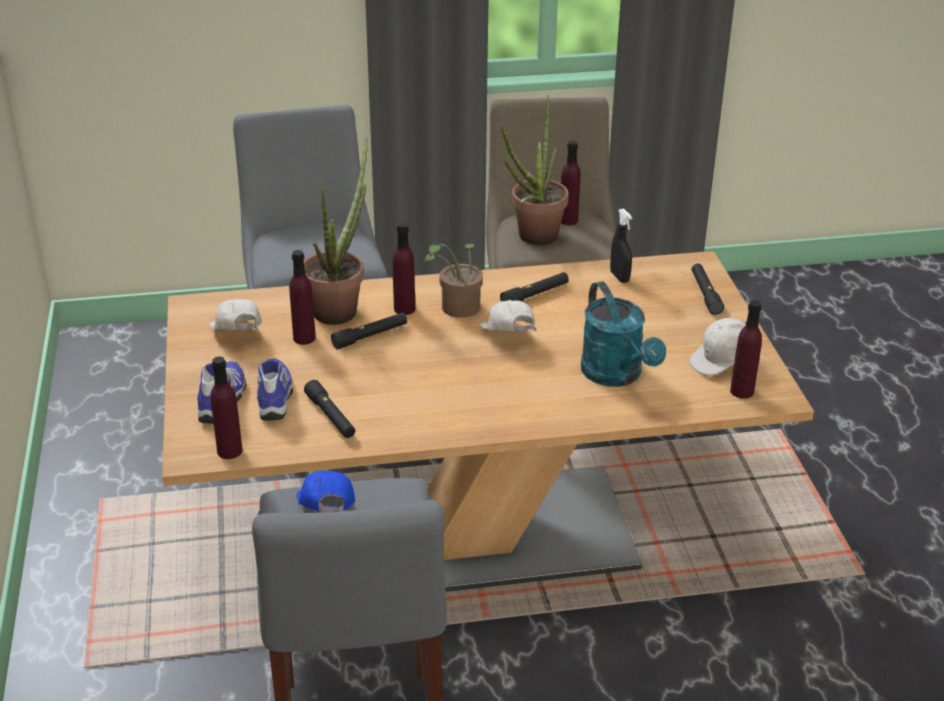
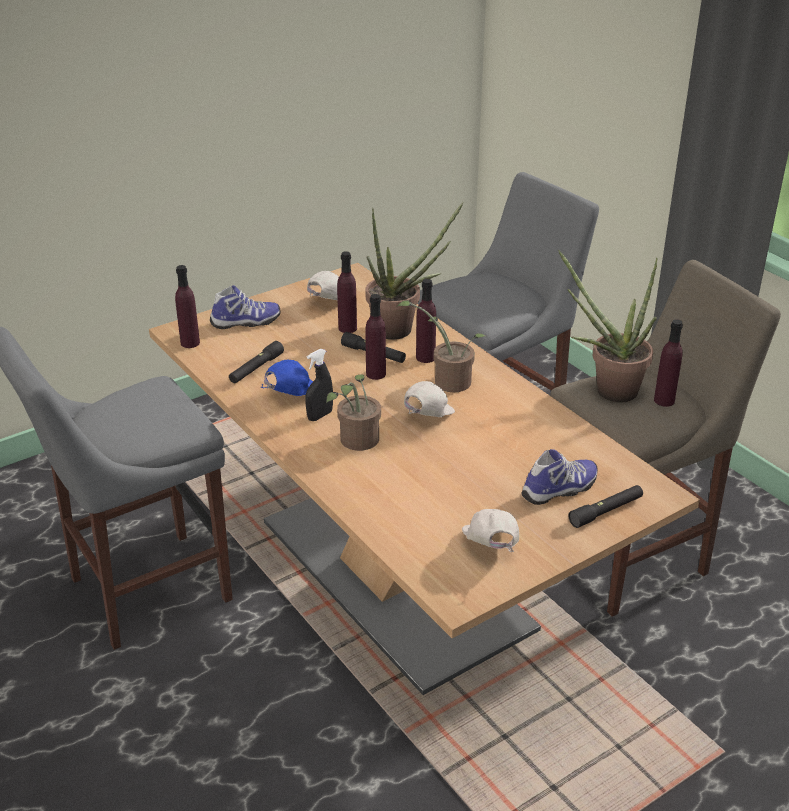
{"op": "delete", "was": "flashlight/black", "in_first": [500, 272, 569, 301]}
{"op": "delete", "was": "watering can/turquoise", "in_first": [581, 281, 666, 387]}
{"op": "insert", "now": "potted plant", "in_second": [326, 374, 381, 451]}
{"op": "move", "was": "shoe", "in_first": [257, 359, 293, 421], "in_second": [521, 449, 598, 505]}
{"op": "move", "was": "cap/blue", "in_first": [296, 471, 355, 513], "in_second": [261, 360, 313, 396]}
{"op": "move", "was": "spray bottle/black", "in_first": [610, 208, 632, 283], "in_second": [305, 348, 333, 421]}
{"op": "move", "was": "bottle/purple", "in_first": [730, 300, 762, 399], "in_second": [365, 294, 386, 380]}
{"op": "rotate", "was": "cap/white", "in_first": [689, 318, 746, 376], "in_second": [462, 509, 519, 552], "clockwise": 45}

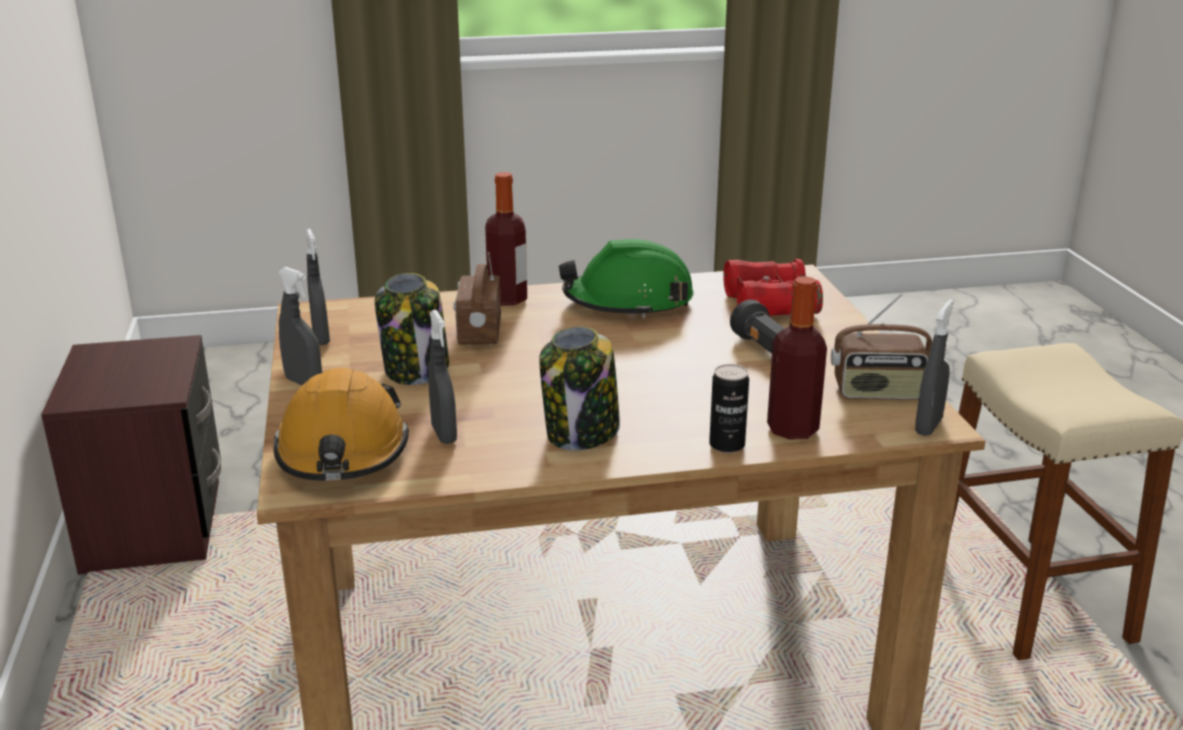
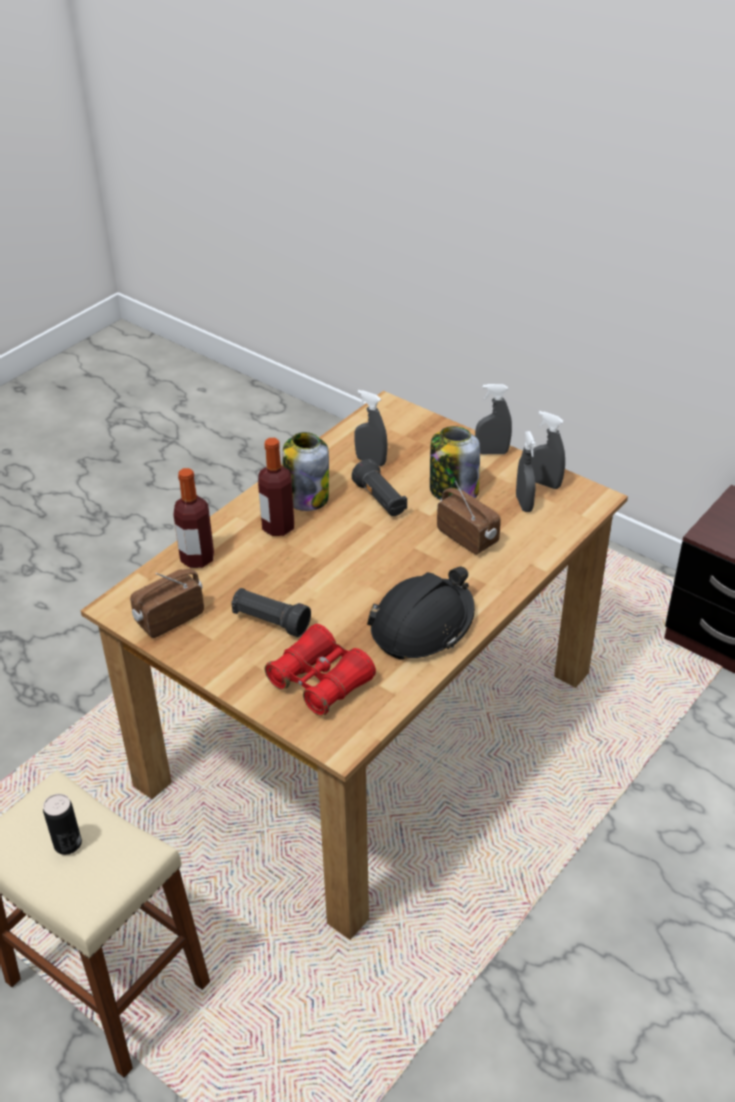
{"op": "delete", "was": "hard hat/orange", "in_first": [274, 368, 409, 481]}
{"op": "insert", "now": "flashlight/black", "in_second": [352, 459, 407, 516]}
{"op": "move", "was": "bottle", "in_first": [485, 172, 527, 306], "in_second": [258, 438, 294, 536]}
{"op": "move", "was": "can", "in_first": [709, 364, 749, 453], "in_second": [43, 794, 82, 855]}
{"op": "move", "was": "spray bottle/grey", "in_first": [915, 299, 954, 436], "in_second": [516, 431, 536, 512]}
{"op": "recolor", "was": "hard hat/green", "now": "hard hat/black", "in_first": [559, 239, 693, 318], "in_second": [367, 566, 475, 660]}

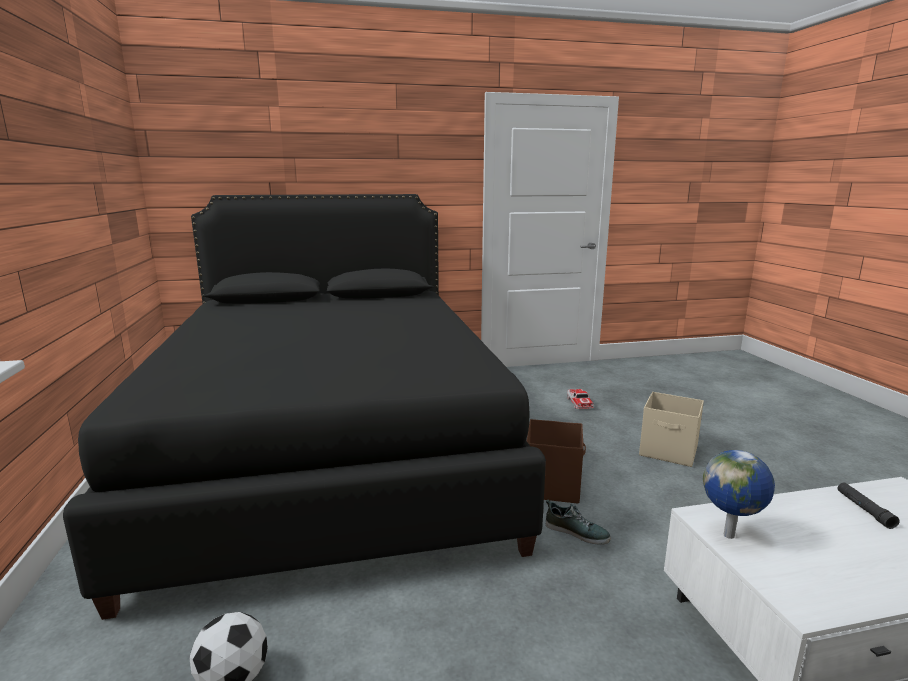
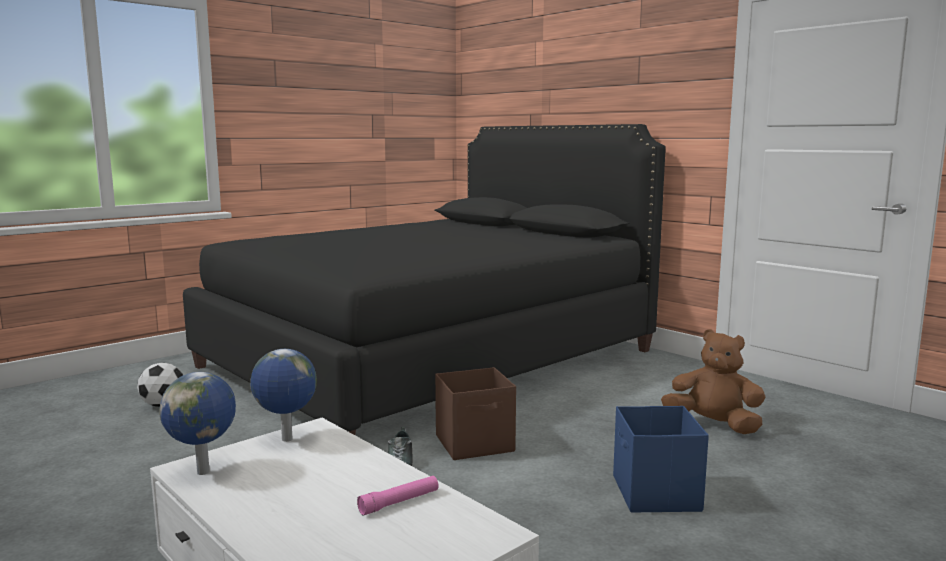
{"op": "insert", "now": "globe", "in_second": [159, 372, 236, 475]}
{"op": "replace", "was": "toy car", "now": "plush toy/brown", "in_first": [567, 389, 594, 409], "in_second": [661, 329, 765, 434]}
{"op": "recolor", "was": "storage box/beige", "now": "storage box/blue", "in_first": [639, 392, 704, 467], "in_second": [613, 406, 709, 512]}
{"op": "recolor", "was": "flashlight/black", "now": "flashlight/pink", "in_first": [837, 483, 900, 529], "in_second": [357, 476, 438, 515]}

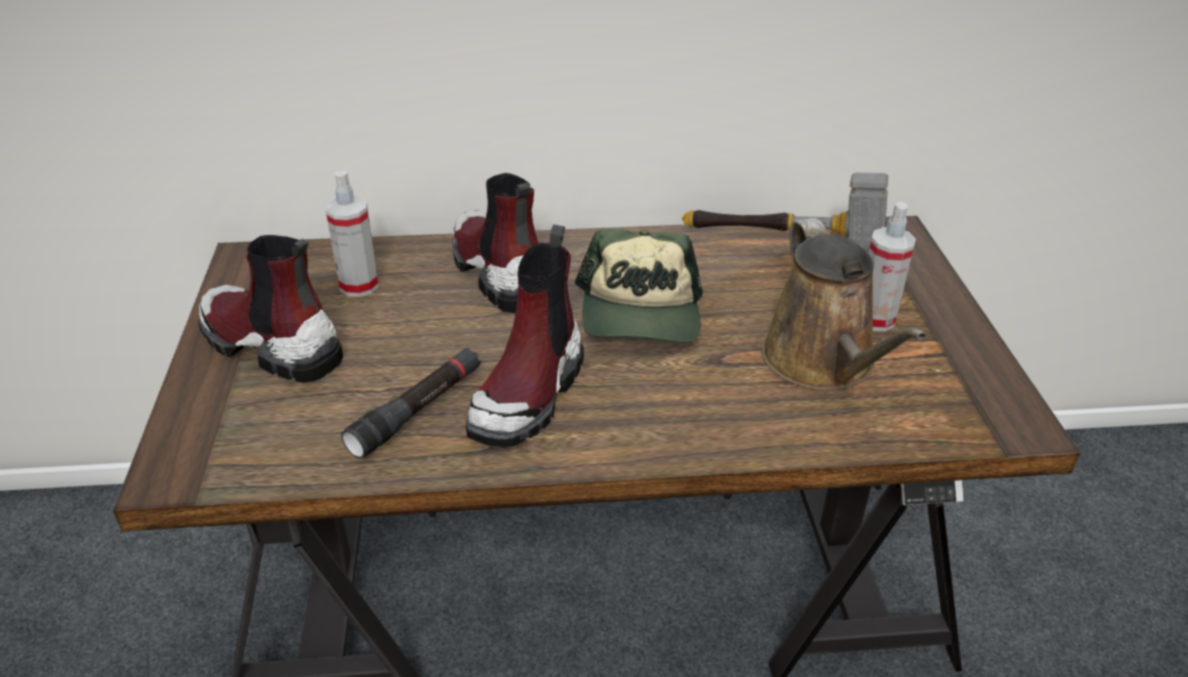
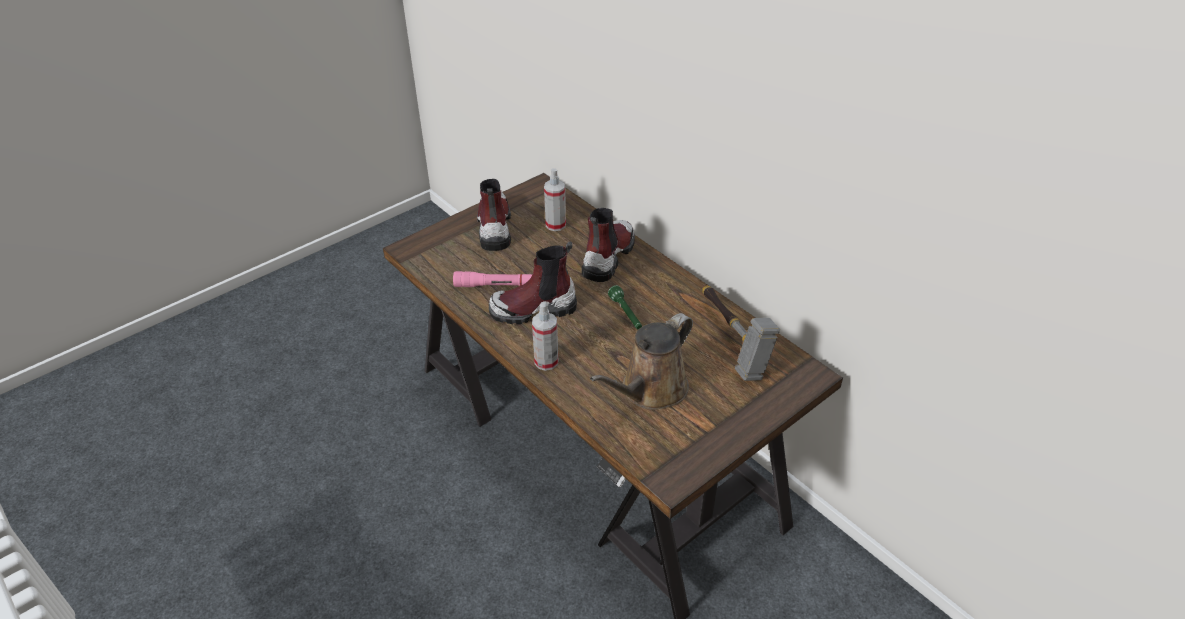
{"op": "move", "was": "spray bottle", "in_first": [869, 202, 916, 331], "in_second": [532, 302, 558, 371]}
{"op": "replace", "was": "cap", "now": "flashlight/green", "in_first": [575, 229, 703, 343], "in_second": [608, 285, 642, 329]}
{"op": "recolor", "was": "flashlight/black", "now": "flashlight/pink", "in_first": [341, 348, 481, 459], "in_second": [453, 271, 532, 287]}

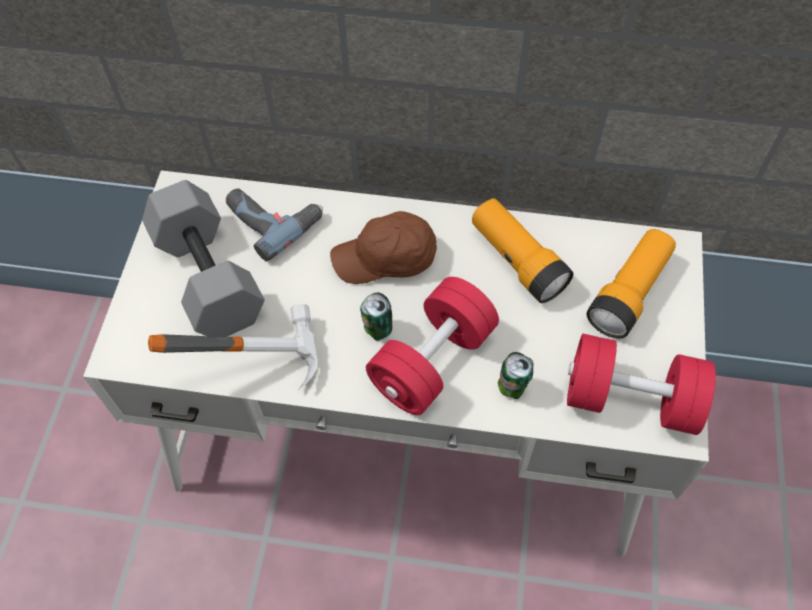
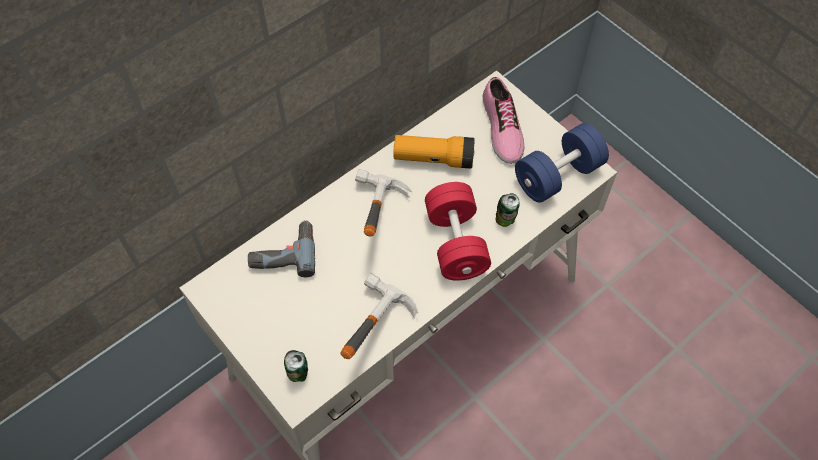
{"op": "delete", "was": "dumbbell/grey", "in_first": [142, 180, 265, 337]}
{"op": "move", "was": "can", "in_first": [360, 292, 392, 341], "in_second": [284, 350, 308, 382]}
{"op": "replace", "was": "cap/brown", "now": "hammer", "in_first": [330, 211, 437, 284], "in_second": [355, 169, 412, 237]}
{"op": "replace", "was": "flashlight", "now": "shoe", "in_first": [587, 229, 676, 339], "in_second": [483, 77, 524, 164]}
{"op": "recolor", "was": "dumbbell/red", "now": "dumbbell/blue", "in_first": [567, 334, 716, 435], "in_second": [515, 123, 609, 203]}

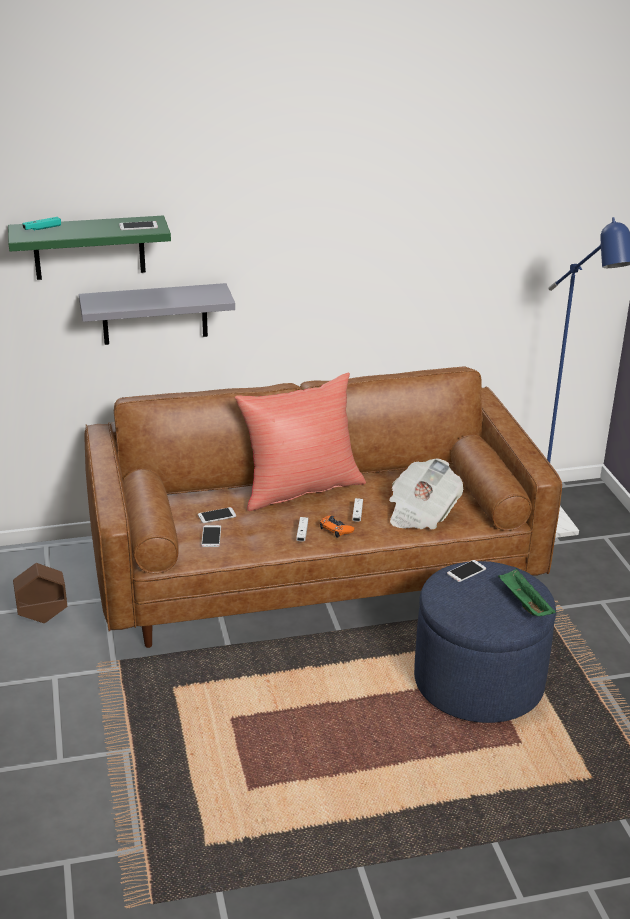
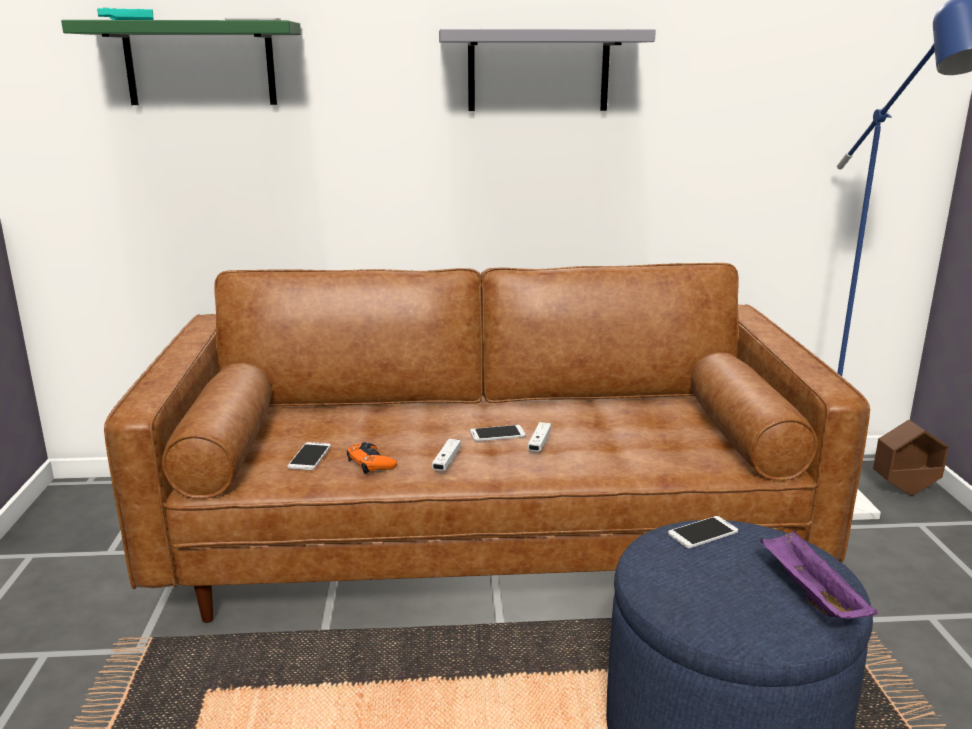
{"op": "delete", "was": "pillow/red", "in_first": [235, 373, 366, 511]}
{"op": "delete", "was": "newspaper", "in_first": [389, 458, 464, 530]}
{"op": "move", "was": "planter/brown", "in_first": [13, 563, 67, 623], "in_second": [873, 420, 949, 496]}
{"op": "move", "was": "shelf/grey", "in_first": [79, 283, 235, 345], "in_second": [439, 29, 656, 111]}
{"op": "move", "was": "phone", "in_first": [198, 507, 236, 523], "in_second": [470, 425, 526, 441]}
{"op": "move", "was": "game controller/orange", "in_first": [320, 516, 355, 538], "in_second": [347, 442, 397, 474]}
{"op": "recolor", "was": "tray/green", "now": "tray/purple", "in_first": [498, 569, 555, 616], "in_second": [760, 531, 878, 619]}

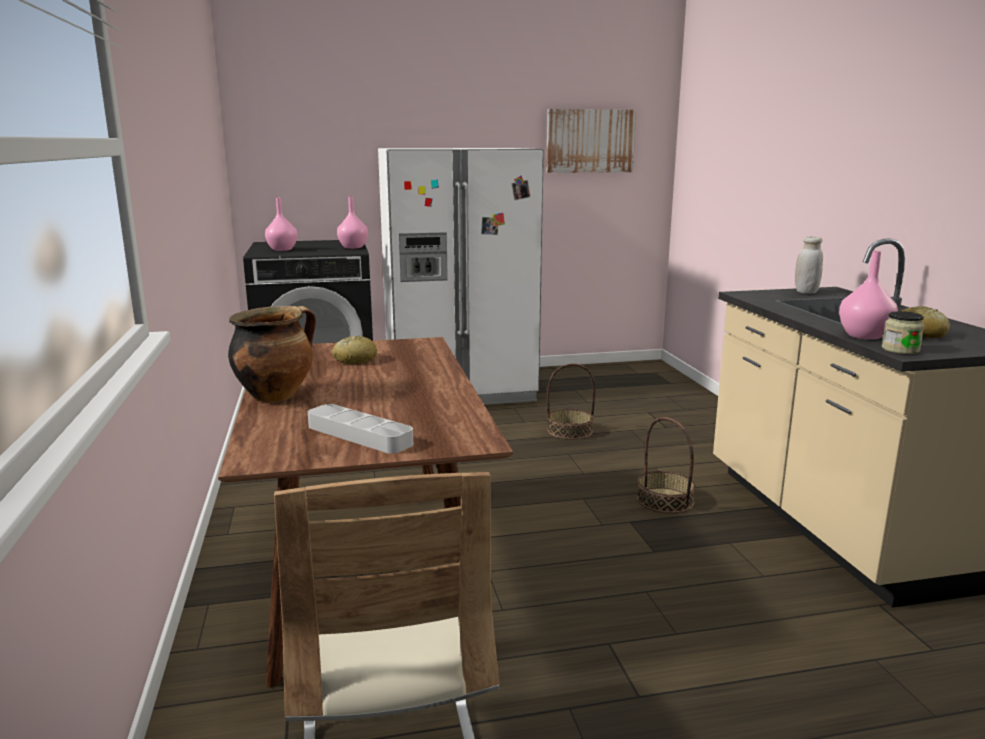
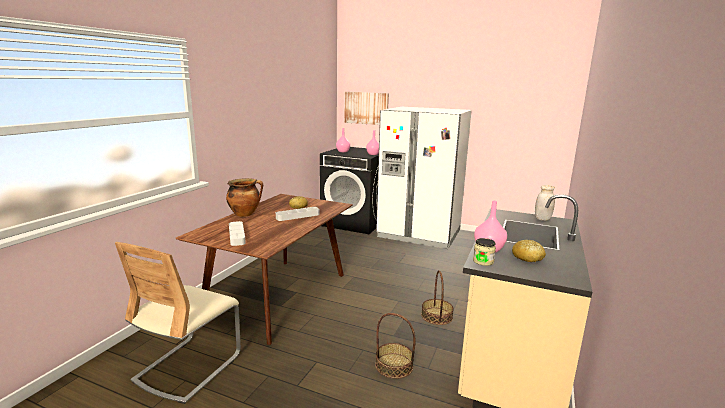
{"op": "insert", "now": "tray/grey", "in_second": [276, 207, 319, 221]}
{"op": "move", "was": "picture", "in_first": [546, 109, 636, 173], "in_second": [344, 92, 389, 125]}
{"op": "move", "was": "basket", "in_first": [547, 363, 595, 440], "in_second": [375, 313, 416, 379]}

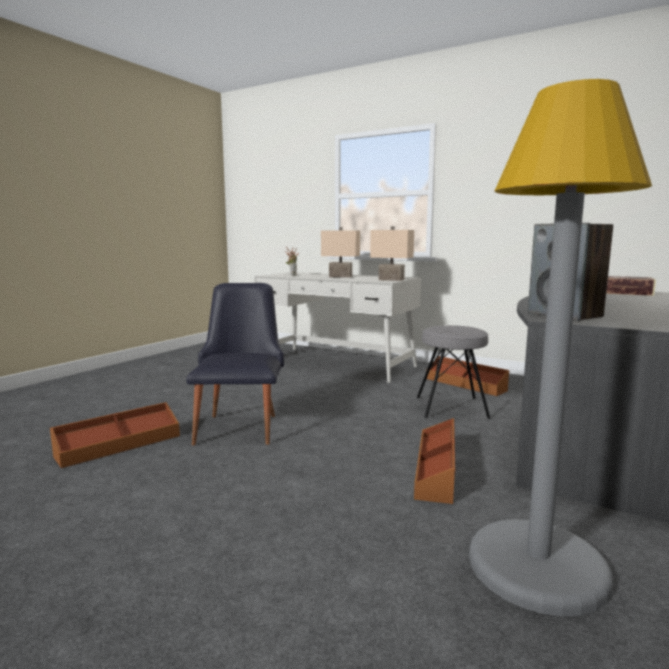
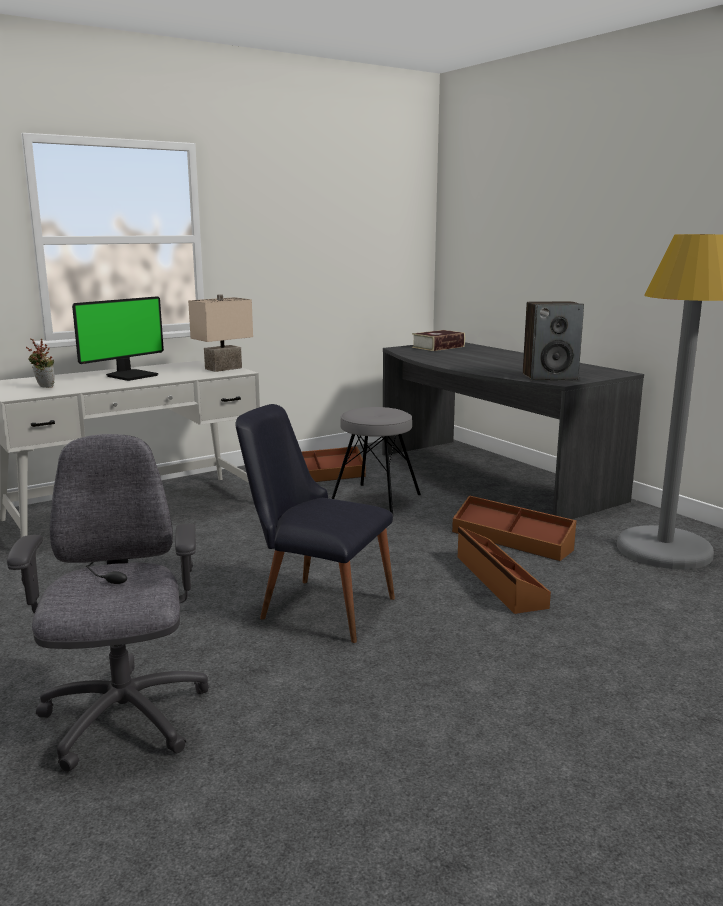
{"op": "insert", "now": "office chair/grey", "in_second": [7, 434, 209, 772]}
{"op": "move", "was": "storage box/brown", "in_first": [50, 402, 180, 468], "in_second": [458, 527, 551, 614]}
{"op": "replace", "was": "table lamp/beige", "now": "monitor", "in_first": [321, 227, 360, 278], "in_second": [72, 296, 164, 381]}

